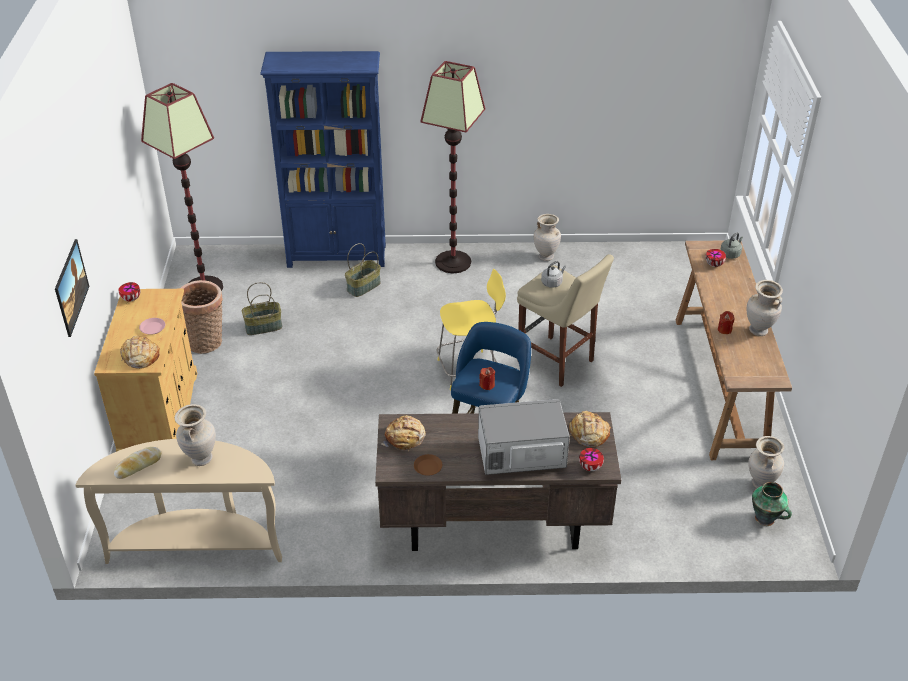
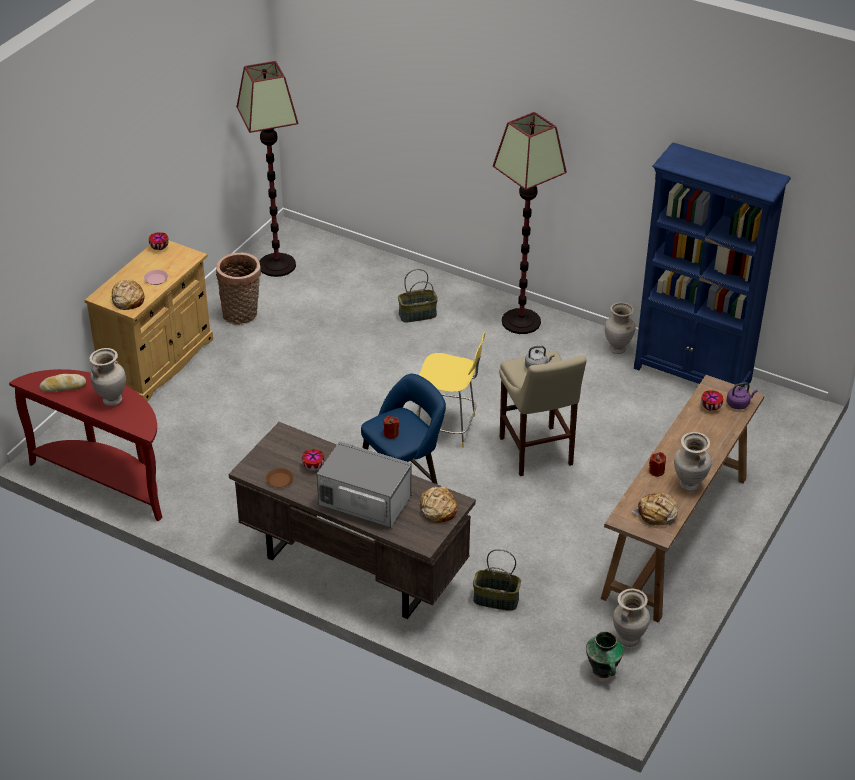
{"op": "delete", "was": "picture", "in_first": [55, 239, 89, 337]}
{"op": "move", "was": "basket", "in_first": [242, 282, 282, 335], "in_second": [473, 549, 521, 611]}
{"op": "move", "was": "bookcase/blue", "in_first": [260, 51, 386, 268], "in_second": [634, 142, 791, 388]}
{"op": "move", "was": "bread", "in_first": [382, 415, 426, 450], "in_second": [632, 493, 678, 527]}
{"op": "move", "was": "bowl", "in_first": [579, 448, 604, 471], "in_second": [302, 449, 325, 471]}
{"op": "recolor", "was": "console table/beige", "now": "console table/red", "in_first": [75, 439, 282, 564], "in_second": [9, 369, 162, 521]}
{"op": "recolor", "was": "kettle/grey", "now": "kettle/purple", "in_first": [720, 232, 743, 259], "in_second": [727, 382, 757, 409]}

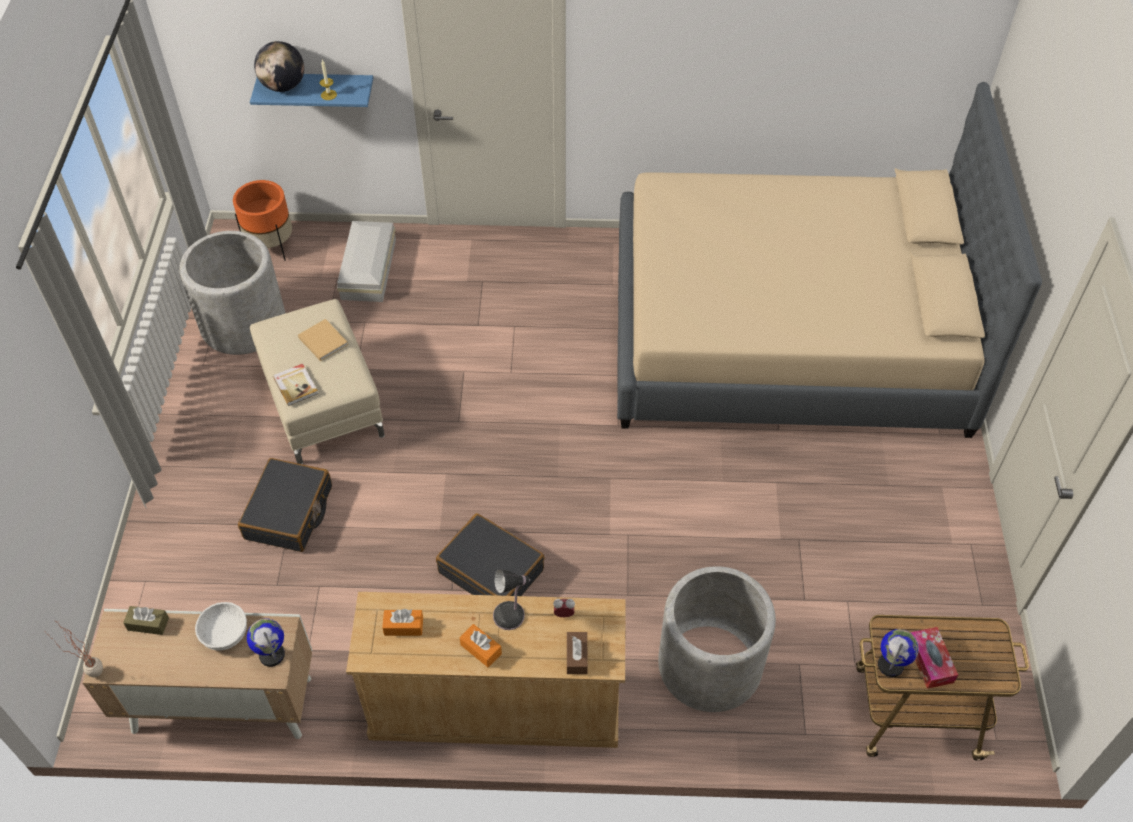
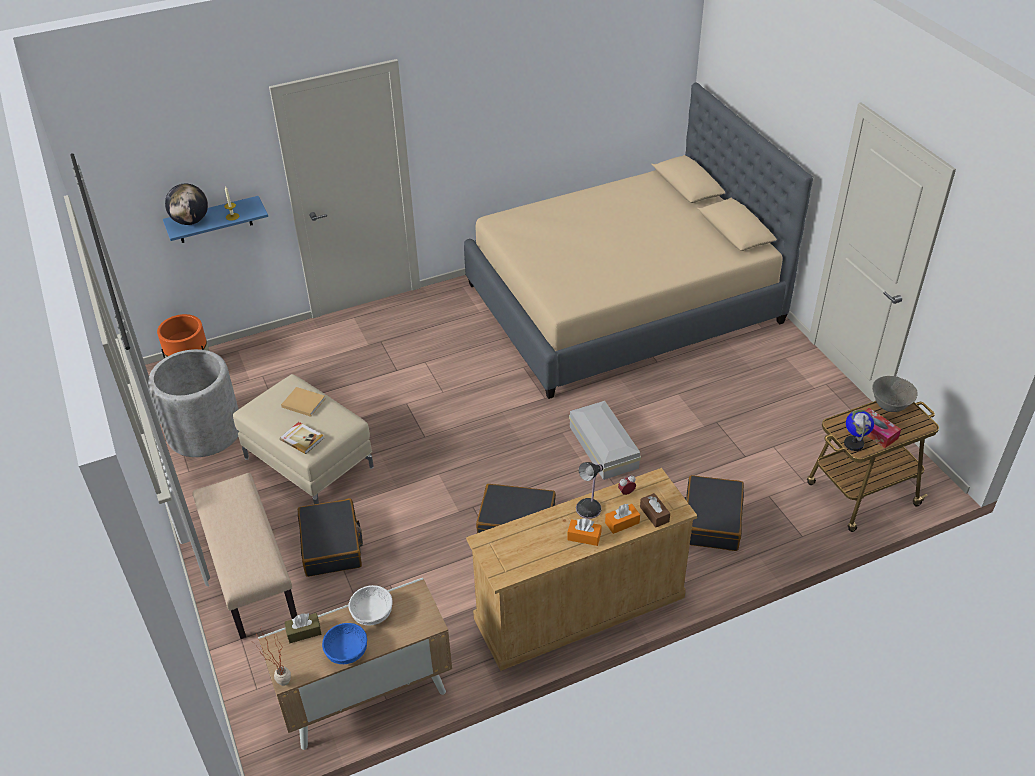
{"op": "delete", "was": "globe", "in_first": [247, 619, 285, 667]}
{"op": "insert", "now": "bench/beige", "in_second": [192, 473, 297, 639]}
{"op": "insert", "now": "bowl/blue", "in_second": [322, 623, 367, 664]}
{"op": "insert", "now": "bowl/grey", "in_second": [872, 376, 918, 412]}
{"op": "move", "was": "storage box/white", "in_first": [337, 221, 396, 302], "in_second": [569, 401, 641, 480]}
{"op": "move", "was": "tissue box/orange", "in_first": [382, 609, 423, 636], "in_second": [605, 504, 640, 534]}
{"op": "replace", "was": "planter/grey", "now": "suitcase/black", "in_first": [658, 566, 776, 712], "in_second": [684, 475, 744, 551]}

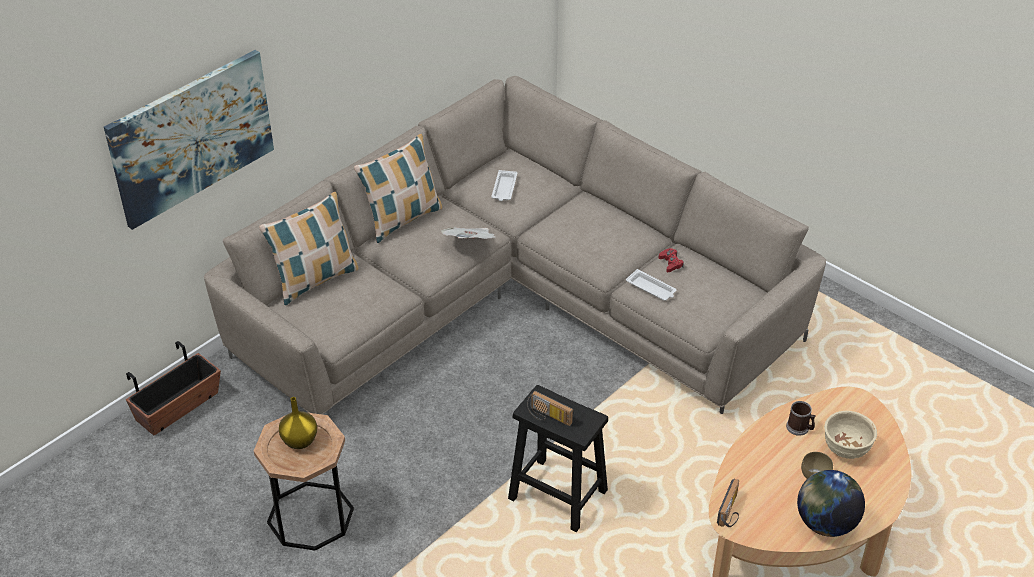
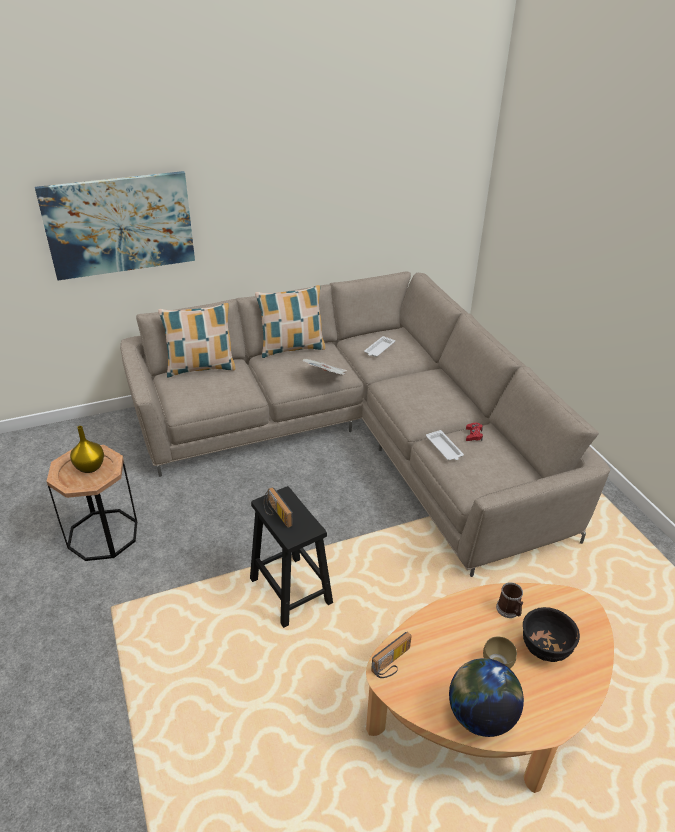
{"op": "delete", "was": "planter", "in_first": [126, 341, 221, 435]}
{"op": "recolor", "was": "bowl/beige", "now": "bowl/black", "in_first": [824, 411, 877, 459], "in_second": [523, 607, 580, 662]}

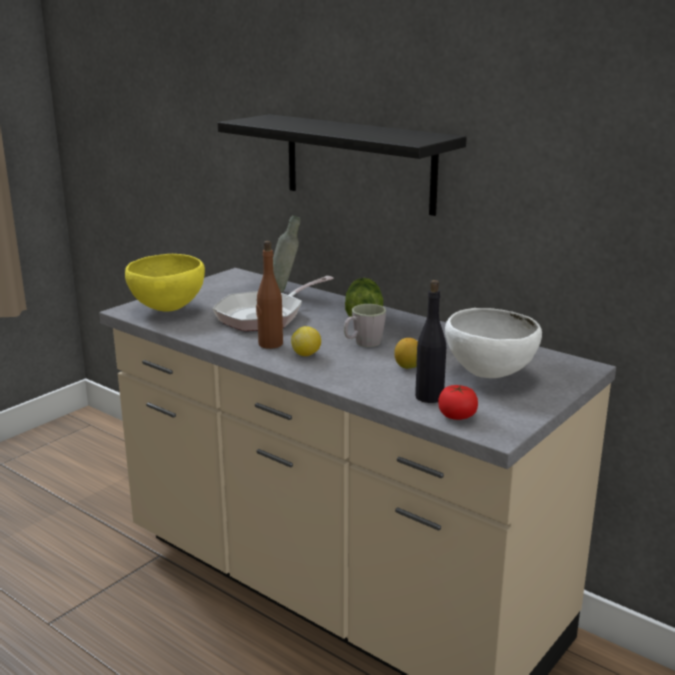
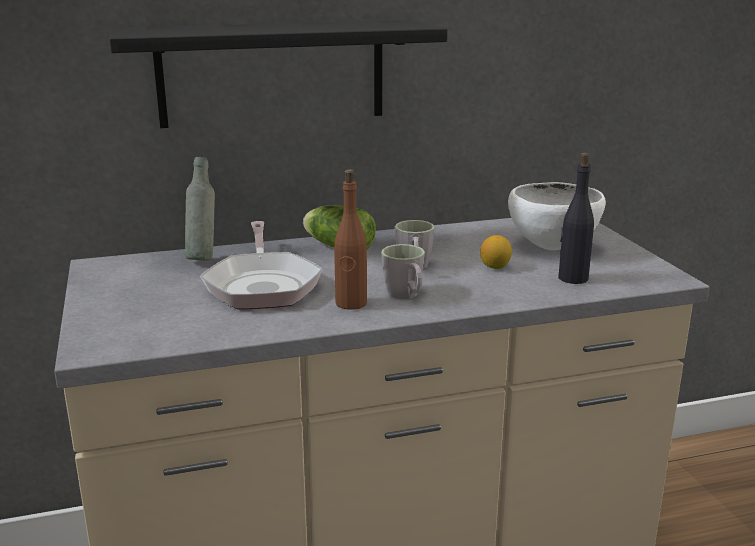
{"op": "delete", "was": "bowl/yellow", "in_first": [125, 254, 205, 311]}
{"op": "delete", "was": "tomato", "in_first": [438, 385, 478, 420]}
{"op": "replace", "was": "lemon", "now": "mug/grey", "in_first": [291, 326, 321, 356], "in_second": [381, 244, 425, 299]}

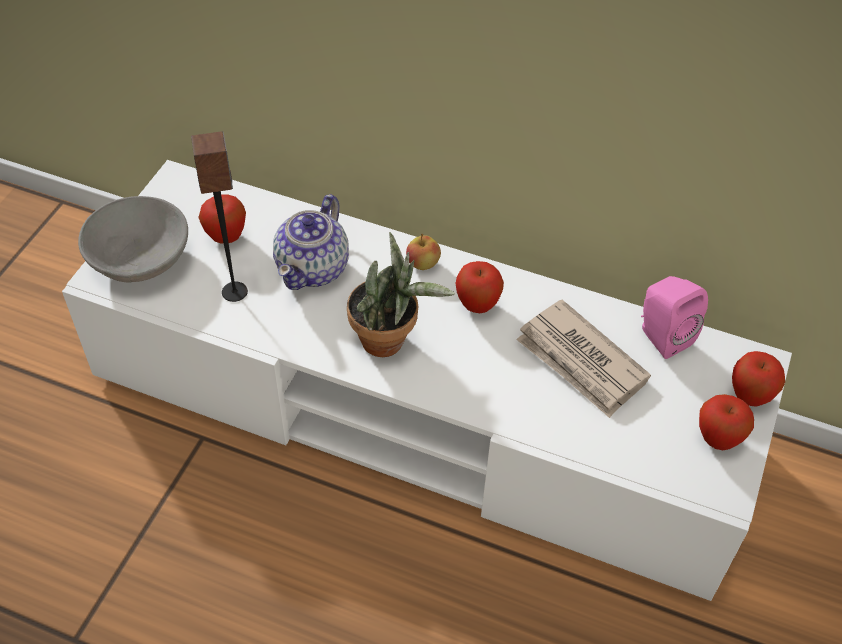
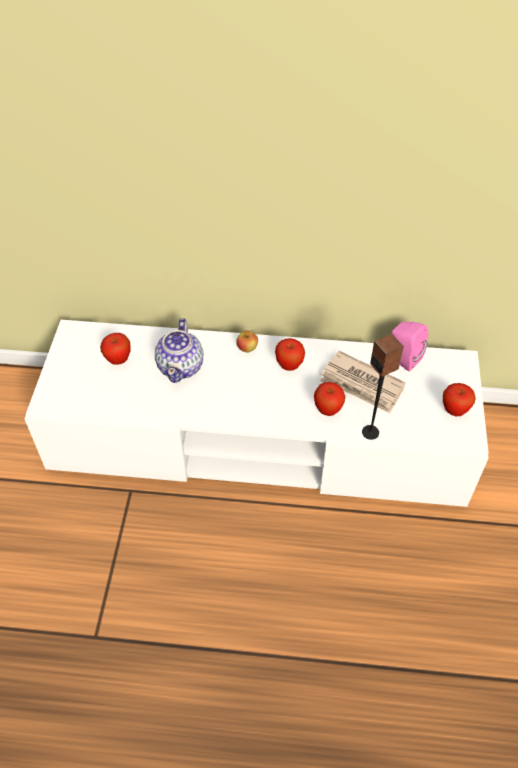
{"op": "delete", "was": "bowl/grey", "in_first": [78, 196, 188, 283]}
{"op": "delete", "was": "potted plant", "in_first": [347, 232, 455, 357]}
{"op": "move", "was": "speaker", "in_first": [191, 131, 248, 302], "in_second": [362, 334, 404, 440]}
{"op": "move", "was": "apple", "in_first": [732, 351, 785, 407], "in_second": [314, 382, 345, 416]}

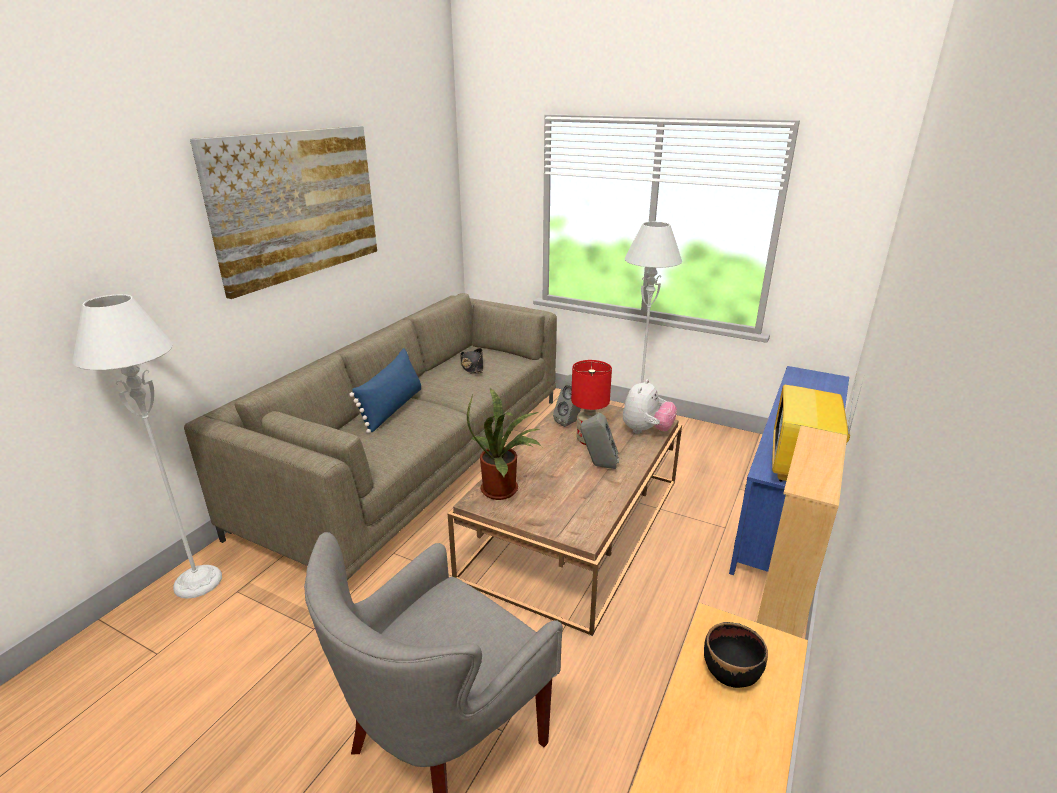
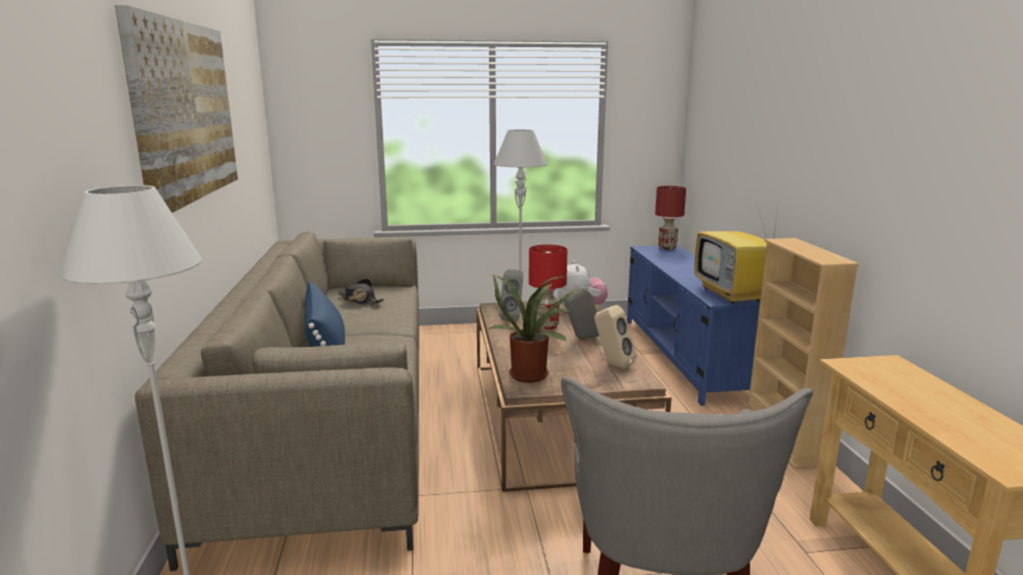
{"op": "delete", "was": "bowl/black", "in_first": [704, 622, 768, 688]}
{"op": "insert", "now": "speaker/beige", "in_second": [595, 305, 637, 369]}
{"op": "insert", "now": "table lamp/red", "in_second": [655, 186, 686, 250]}

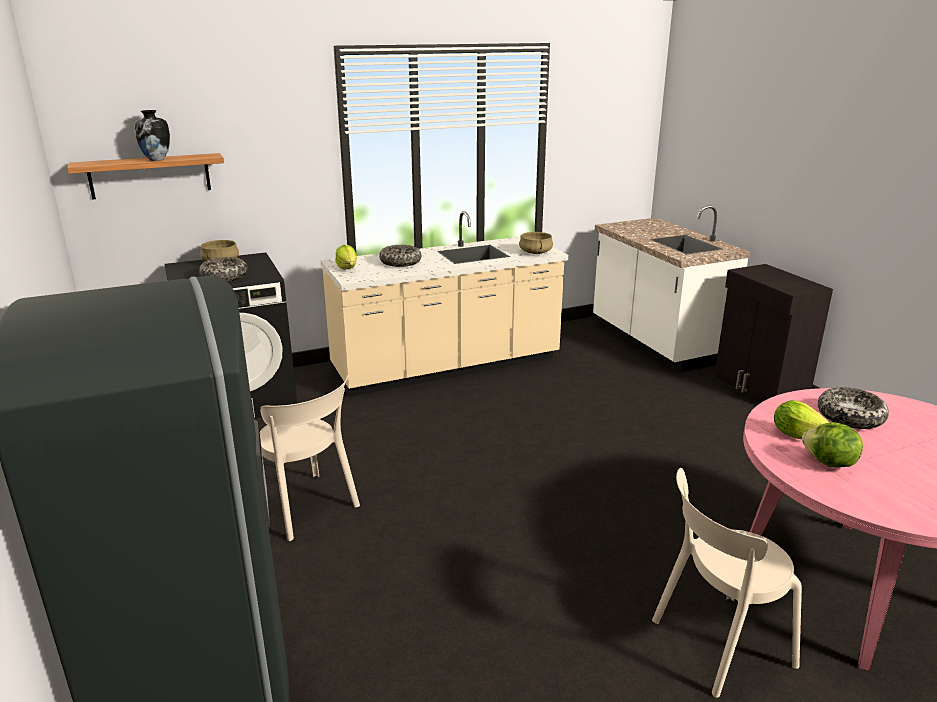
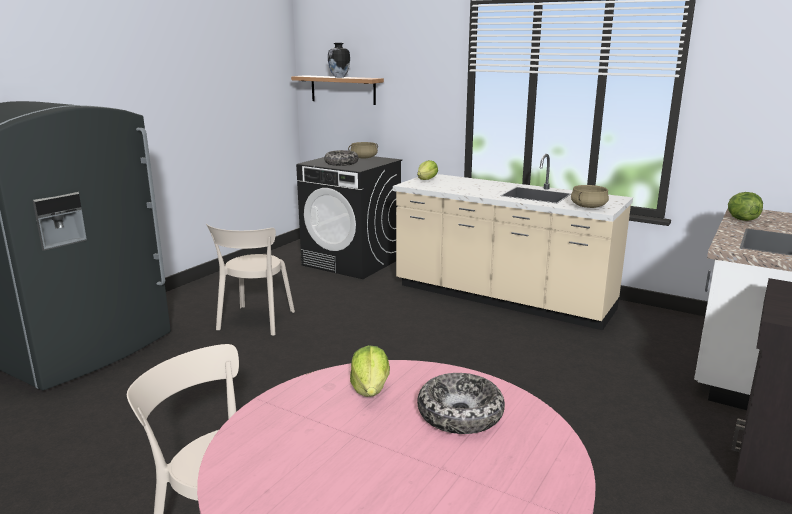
{"op": "delete", "was": "bowl", "in_first": [379, 245, 422, 267]}
{"op": "move", "was": "lettuce", "in_first": [802, 422, 863, 468], "in_second": [728, 192, 763, 221]}

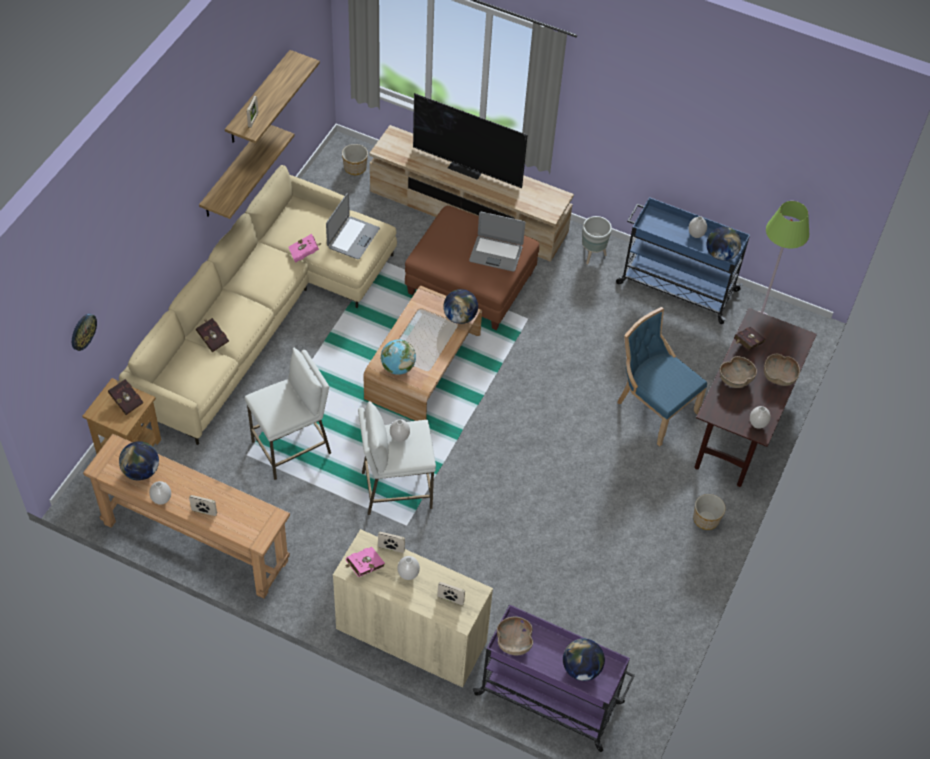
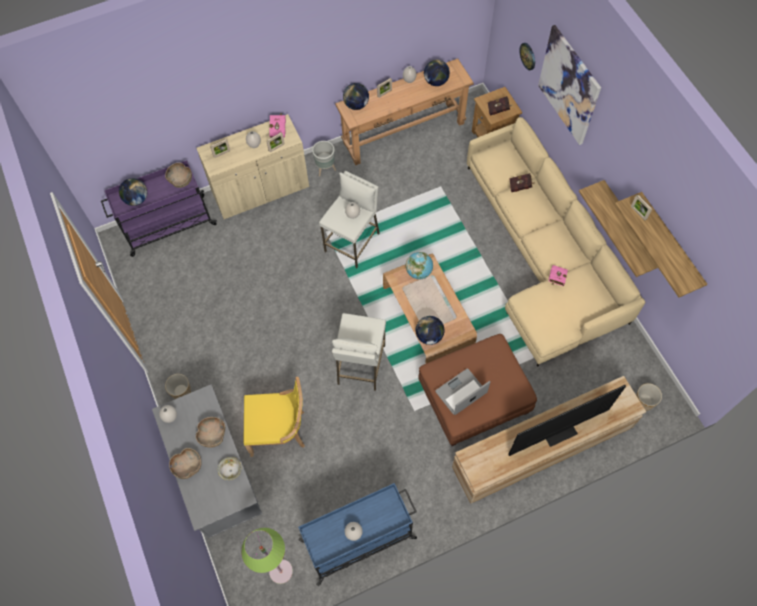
{"op": "delete", "was": "laptop", "in_first": [326, 193, 380, 259]}
{"op": "insert", "now": "picture", "in_second": [538, 25, 601, 145]}
{"op": "move", "was": "stool/white", "in_first": [245, 348, 331, 480], "in_second": [332, 313, 386, 391]}
{"op": "move", "was": "planter/grey", "in_first": [582, 216, 612, 264], "in_second": [312, 141, 336, 176]}
{"op": "move", "was": "globe", "in_first": [707, 227, 741, 261], "in_second": [343, 83, 369, 110]}
{"op": "replace", "was": "book/red", "now": "bowl", "in_first": [734, 327, 765, 351], "in_second": [218, 457, 241, 480]}
{"op": "recolor", "was": "chair/blue", "now": "chair/yellow", "in_first": [617, 307, 707, 447], "in_second": [244, 377, 305, 457]}
{"op": "recolor", "was": "desk/brown", "now": "desk/grey", "in_first": [694, 308, 817, 487], "in_second": [152, 384, 262, 538]}

